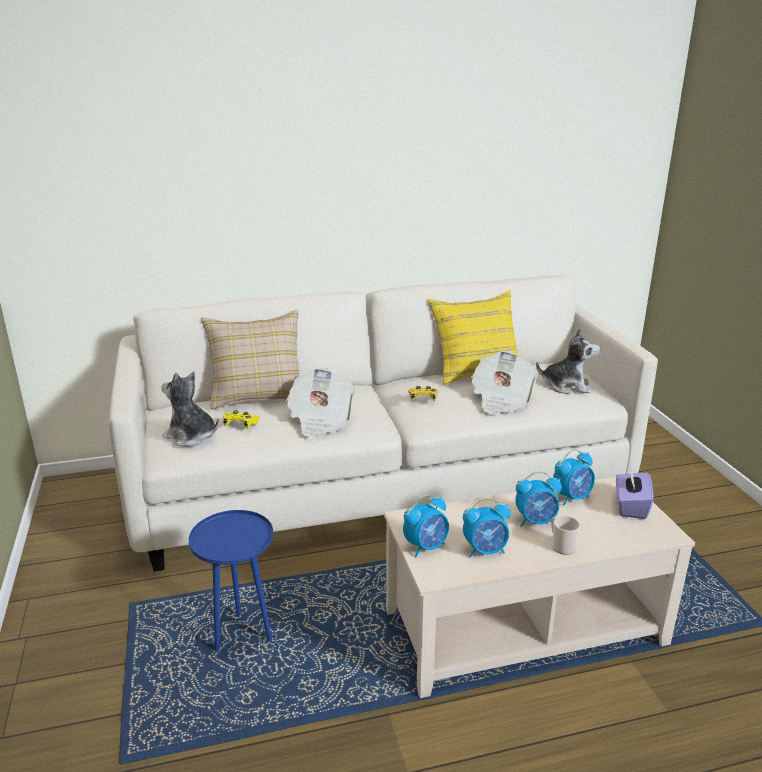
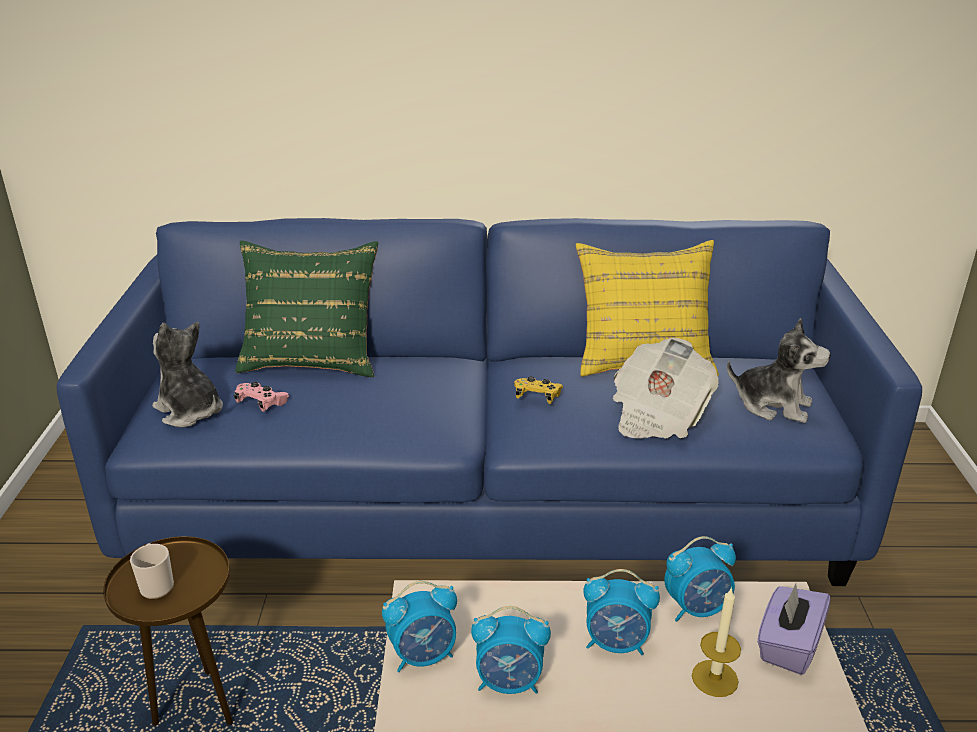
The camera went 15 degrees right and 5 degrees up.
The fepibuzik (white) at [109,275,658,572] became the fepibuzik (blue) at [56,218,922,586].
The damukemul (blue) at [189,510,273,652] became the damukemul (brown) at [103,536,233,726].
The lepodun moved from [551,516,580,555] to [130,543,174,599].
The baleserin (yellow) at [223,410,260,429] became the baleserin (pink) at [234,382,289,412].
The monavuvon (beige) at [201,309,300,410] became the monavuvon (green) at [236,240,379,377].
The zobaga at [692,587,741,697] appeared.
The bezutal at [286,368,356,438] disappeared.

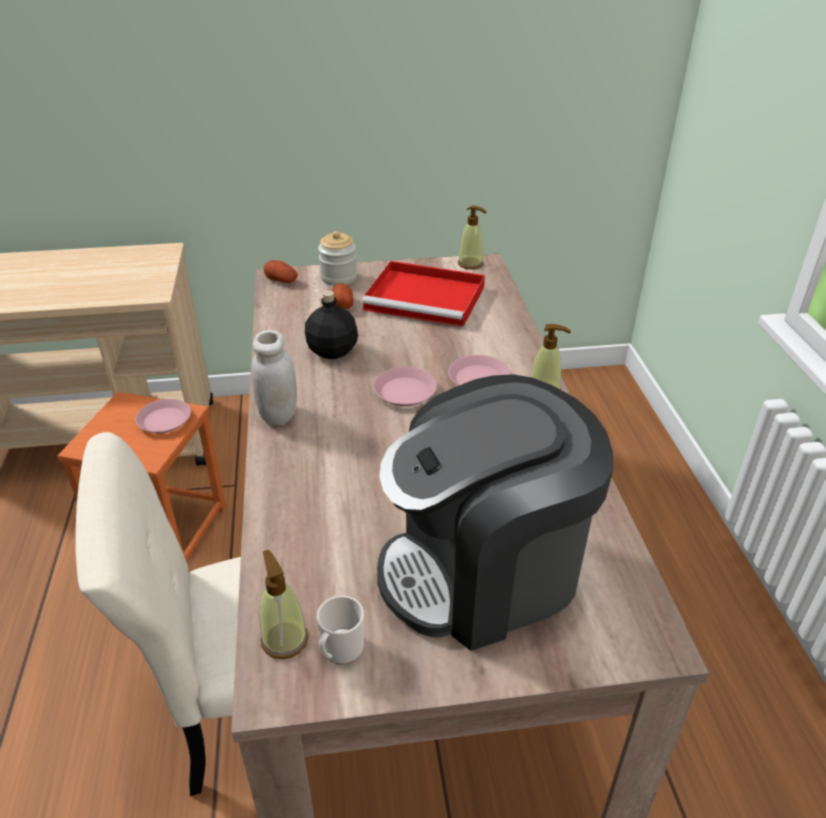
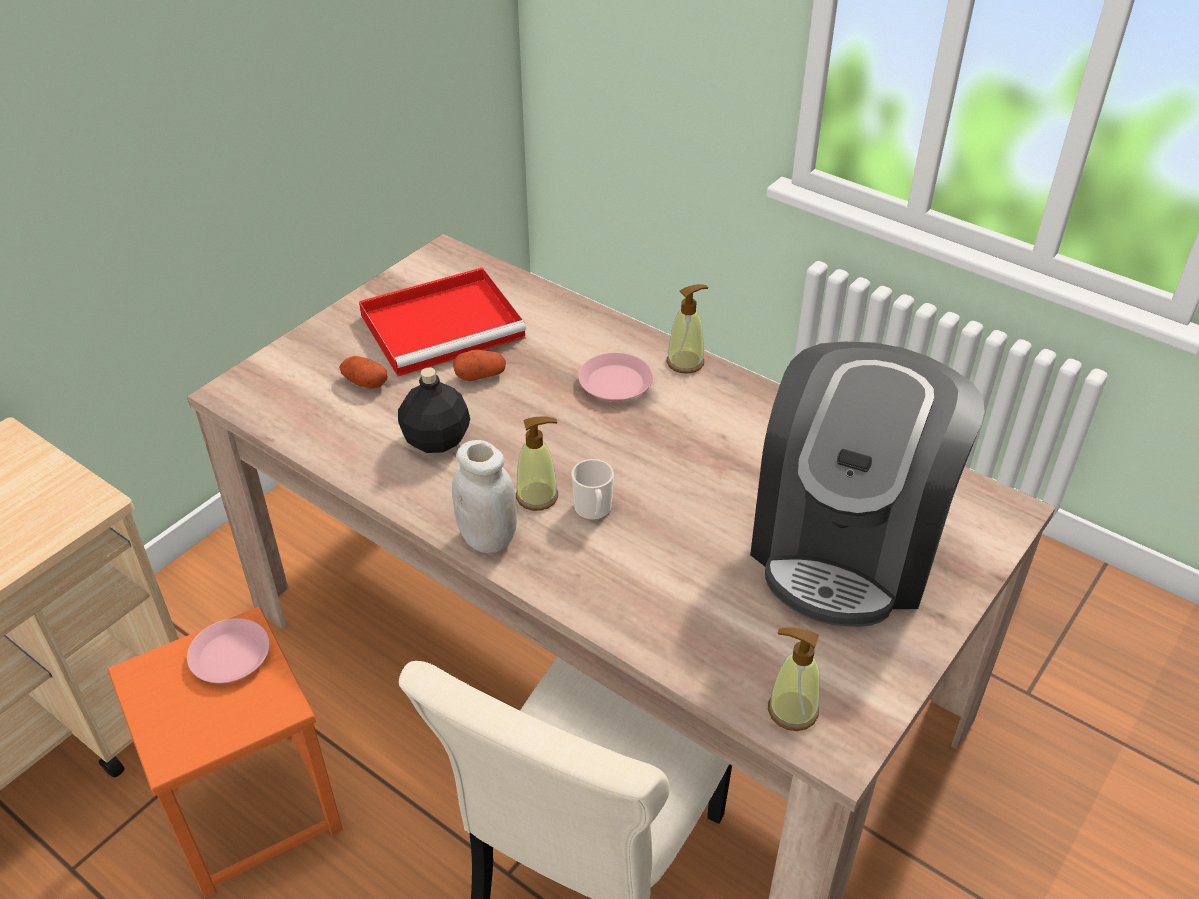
The camera went 45 degrees left and 5 degrees up.
The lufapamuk moved from [264,260,298,283] to [453,349,506,381].
The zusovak moved from [458,206,487,269] to [516,416,558,511].
The lepodun moved from [317,595,364,665] to [572,459,614,521].
The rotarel at [318,231,357,286] disappeared.
The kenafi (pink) at [373,367,437,406] disappeared.

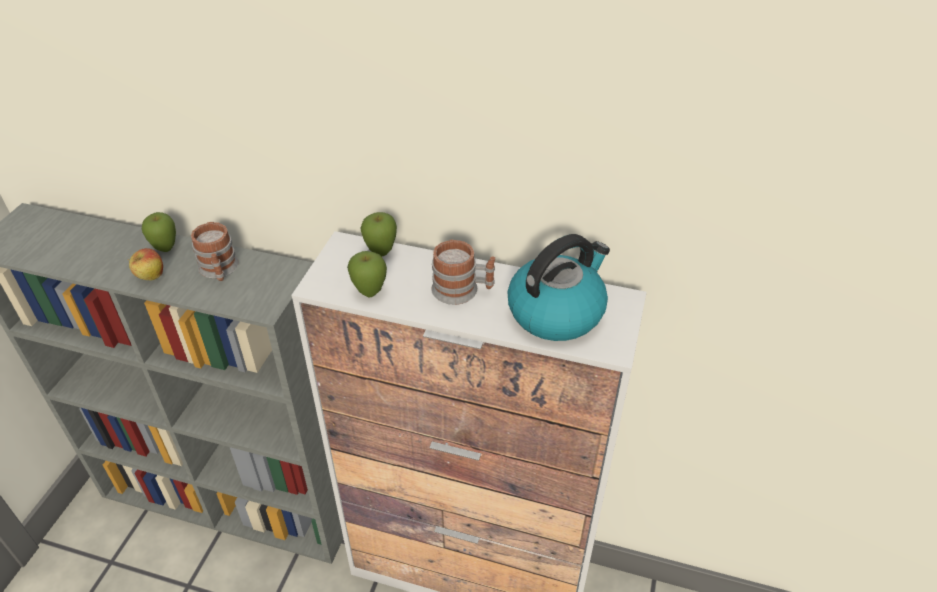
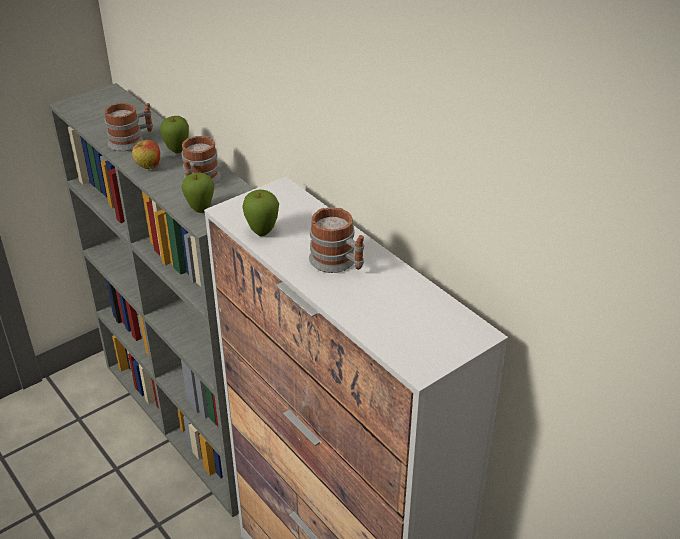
The camera went 35 degrees right and 5 degrees down.
The lepodun at [104,103,153,151] appeared.
The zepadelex moved from [361,212,397,256] to [181,173,214,213].
The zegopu at [507,234,610,341] disappeared.

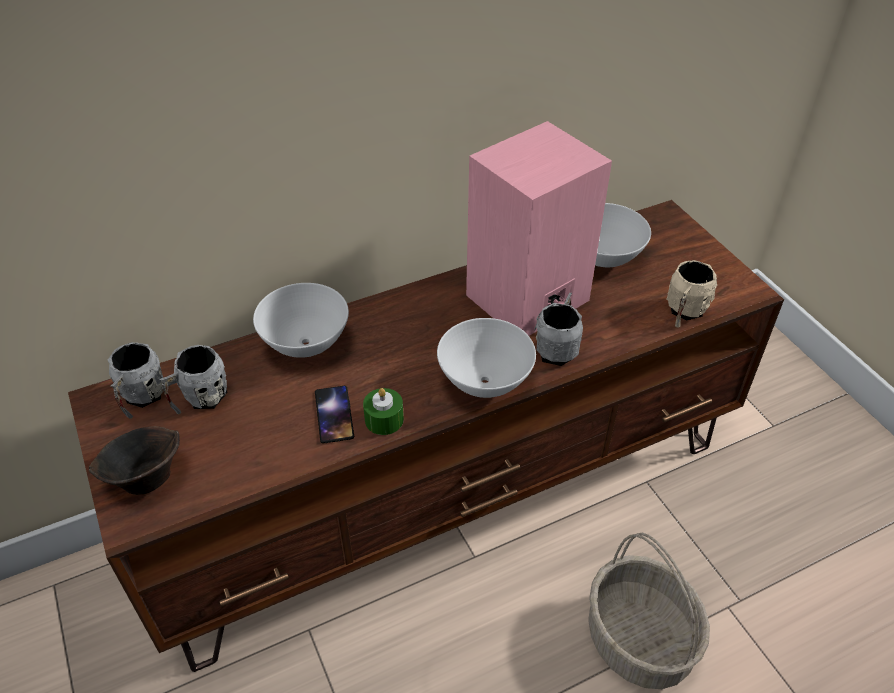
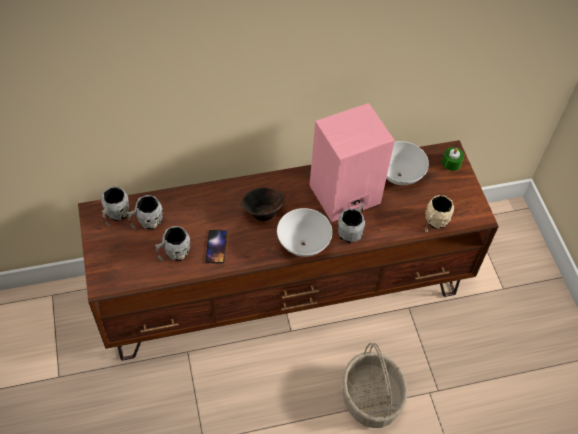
The camera went 10 degrees right and 10 degrees up.
The lepodun (grey) at [155,226,190,261] appeared.
The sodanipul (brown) moved from [89,426,180,495] to [240,188,285,221].
The zobaga (green) moved from [363,388,404,435] to [442,147,464,171].
The sodanipul (white) at [253,283,349,358] disappeared.

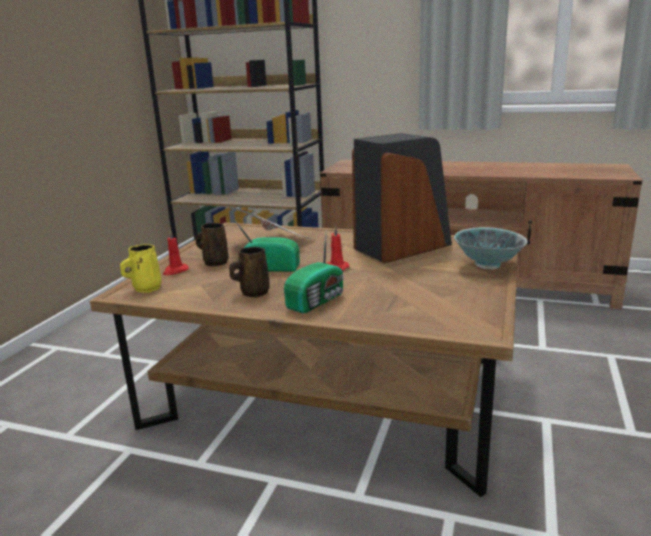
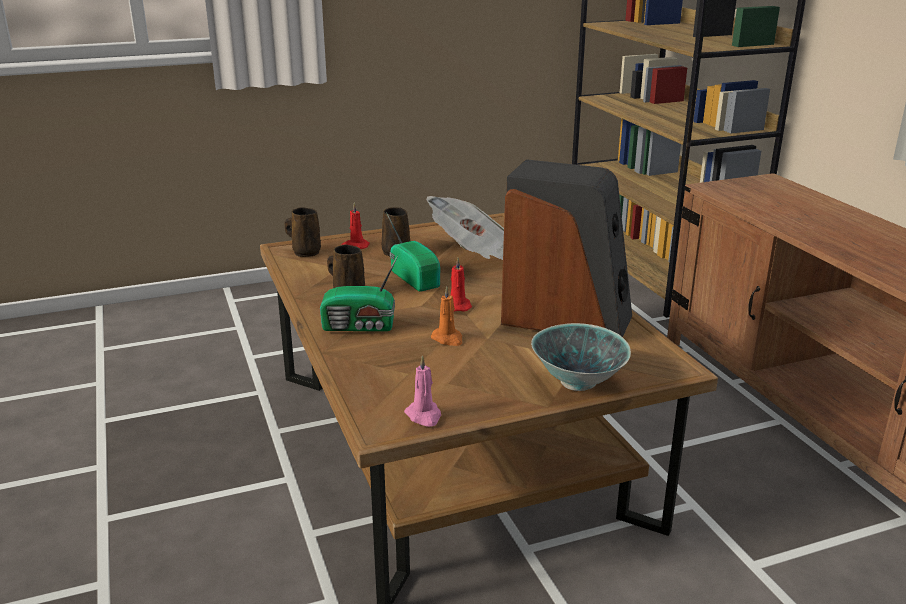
The camera went 50 degrees right and 5 degrees up.
The lepodun (yellow) at [120,244,162,293] became the lepodun (brown) at [284,207,321,257].
The zobaga (pink) at [404,355,441,427] appeared.
The zobaga (orange) at [431,286,462,346] appeared.

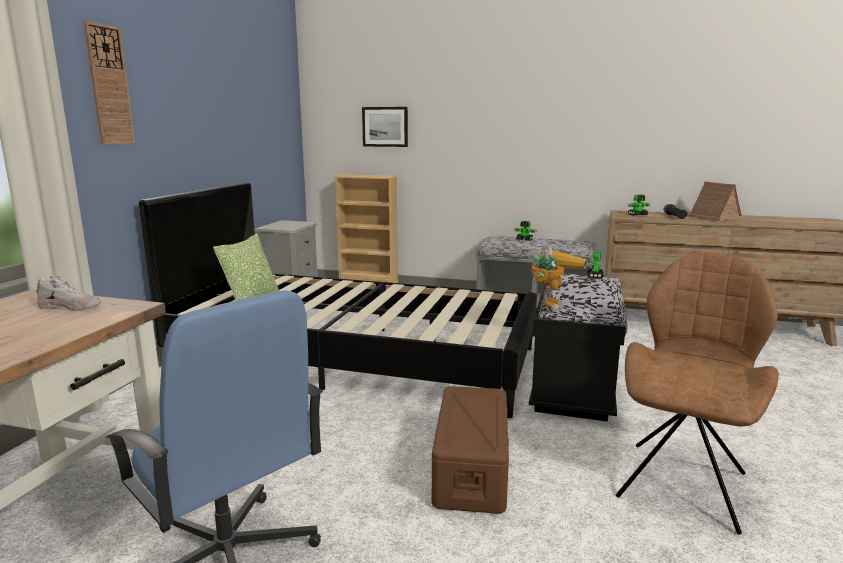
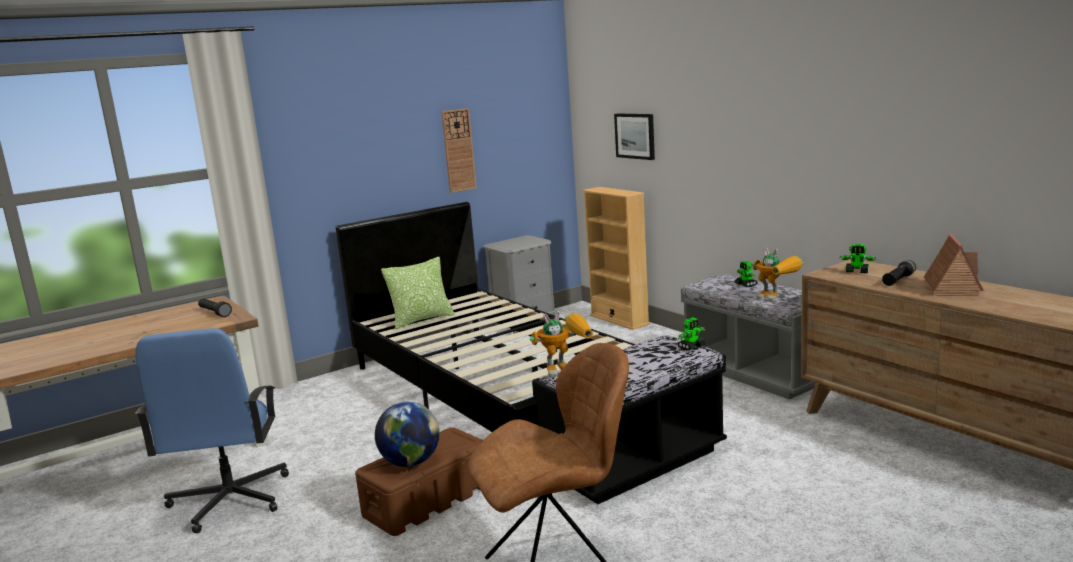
The camera went 40 degrees right and 0 degrees up.
The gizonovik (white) at [36,275,101,311] was replaced by the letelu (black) at [198,298,232,317].
The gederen at [375,402,440,467] appeared.
The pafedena moved from [83,21,135,145] to [441,108,477,193].
The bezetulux at [751,248,804,301] appeared.

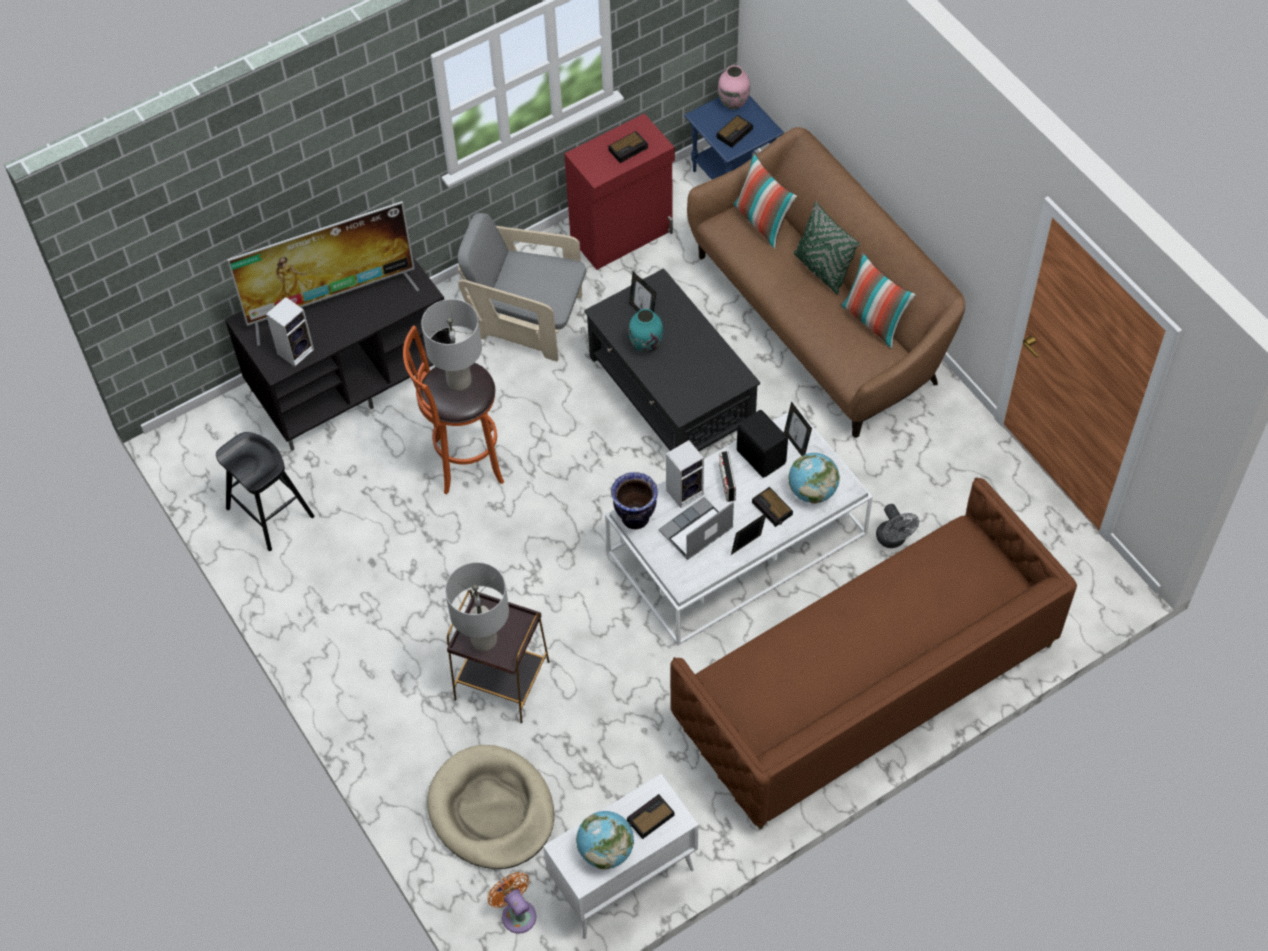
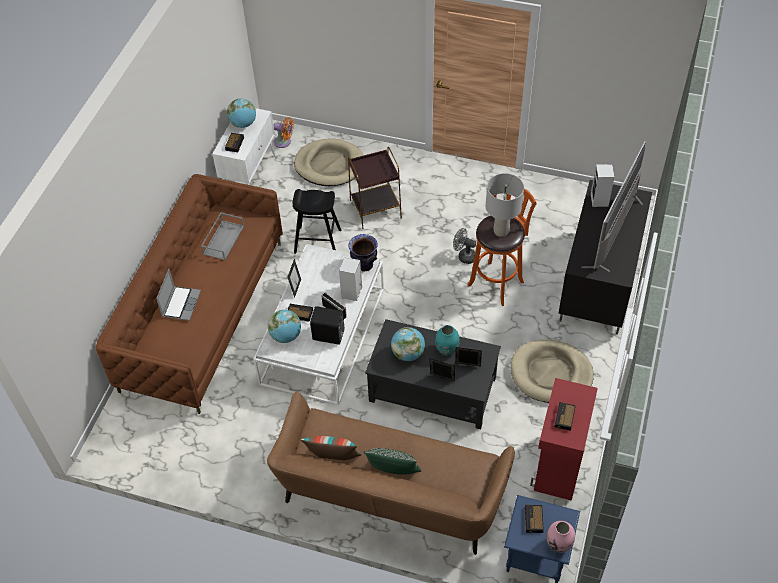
The camera went 140 degrees right and 5 degrees down.
The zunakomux moved from [659,497,734,560] to [156,269,201,321].
The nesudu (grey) at [201,212,244,260] appeared.
The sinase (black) moved from [216,432,314,551] to [292,189,341,254].
The gederen at [391,327,425,361] appeared.
The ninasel moved from [784,401,812,456] to [429,358,455,381].
The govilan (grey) moved from [876,504,919,548] to [453,228,476,264].
The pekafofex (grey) at [458,213,586,361] was replaced by the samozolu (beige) at [511,340,594,403].
The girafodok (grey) at [445,562,509,651] disappeared.
The monavuvon at [733,152,797,249] disappeared.

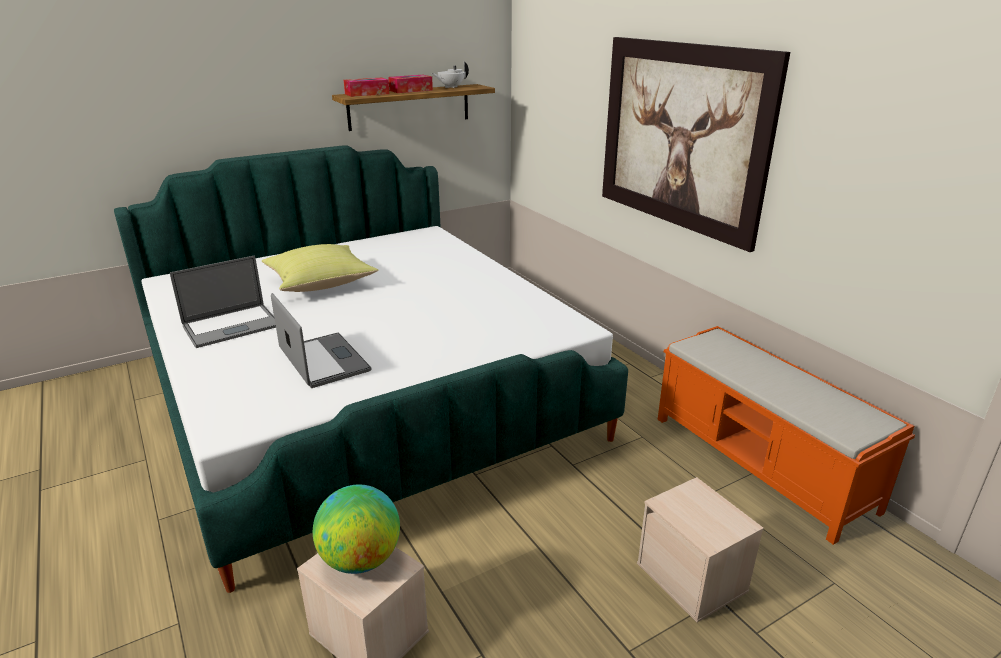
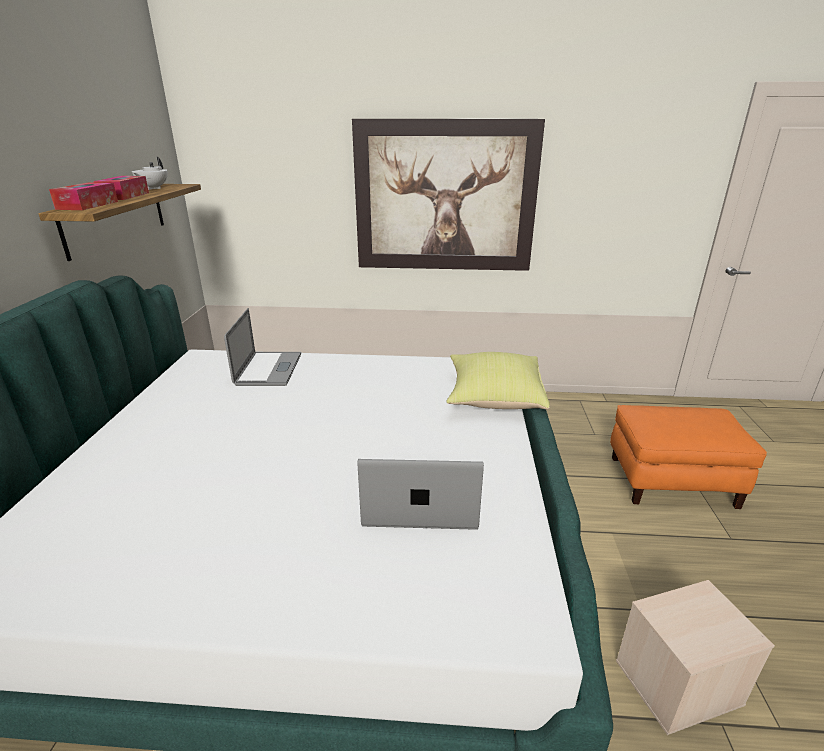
The camera went 55 degrees left and 0 degrees up.
The zunakomux moved from [170,256,276,348] to [224,308,301,386].
The monavuvon (yellow) moved from [261,244,378,292] to [446,352,550,410].
The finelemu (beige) at [637,477,764,622] was replaced by the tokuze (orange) at [610,405,767,509].
The gederen at [313,484,400,574] disappeared.
The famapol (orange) at [658,326,915,545] disappeared.

